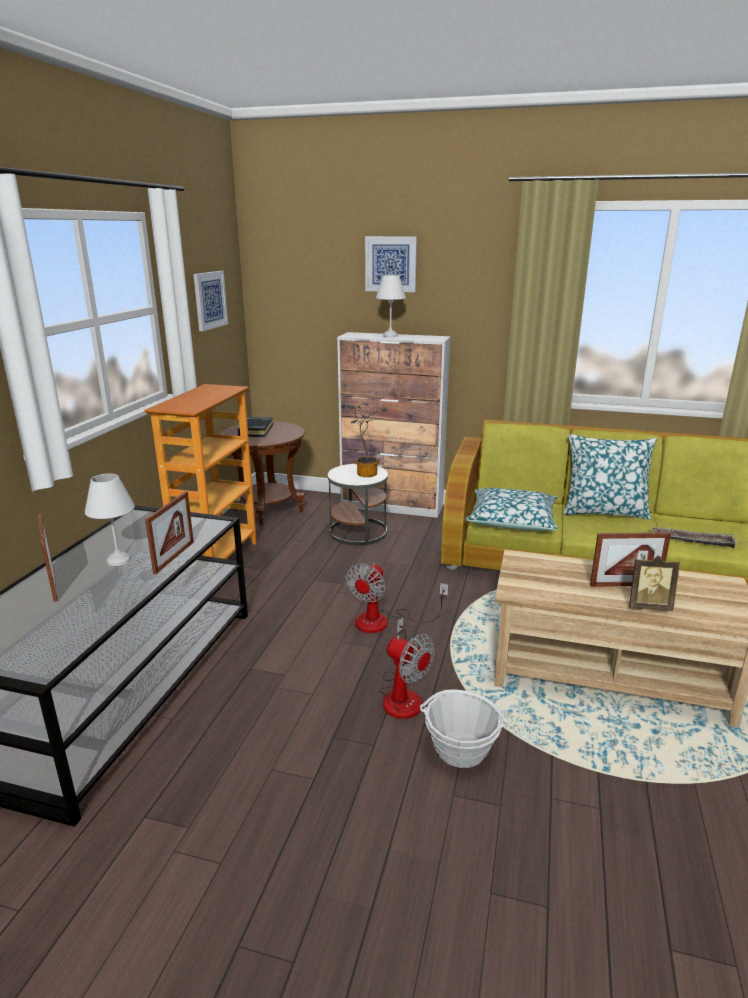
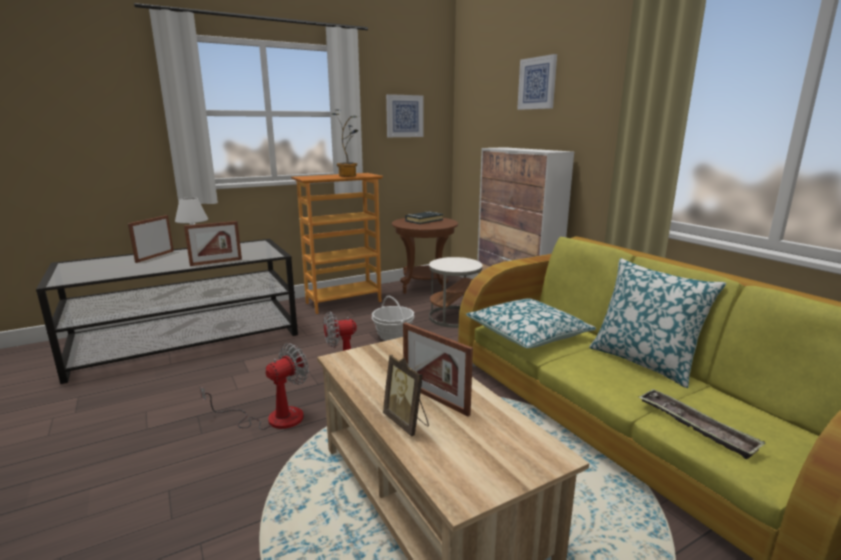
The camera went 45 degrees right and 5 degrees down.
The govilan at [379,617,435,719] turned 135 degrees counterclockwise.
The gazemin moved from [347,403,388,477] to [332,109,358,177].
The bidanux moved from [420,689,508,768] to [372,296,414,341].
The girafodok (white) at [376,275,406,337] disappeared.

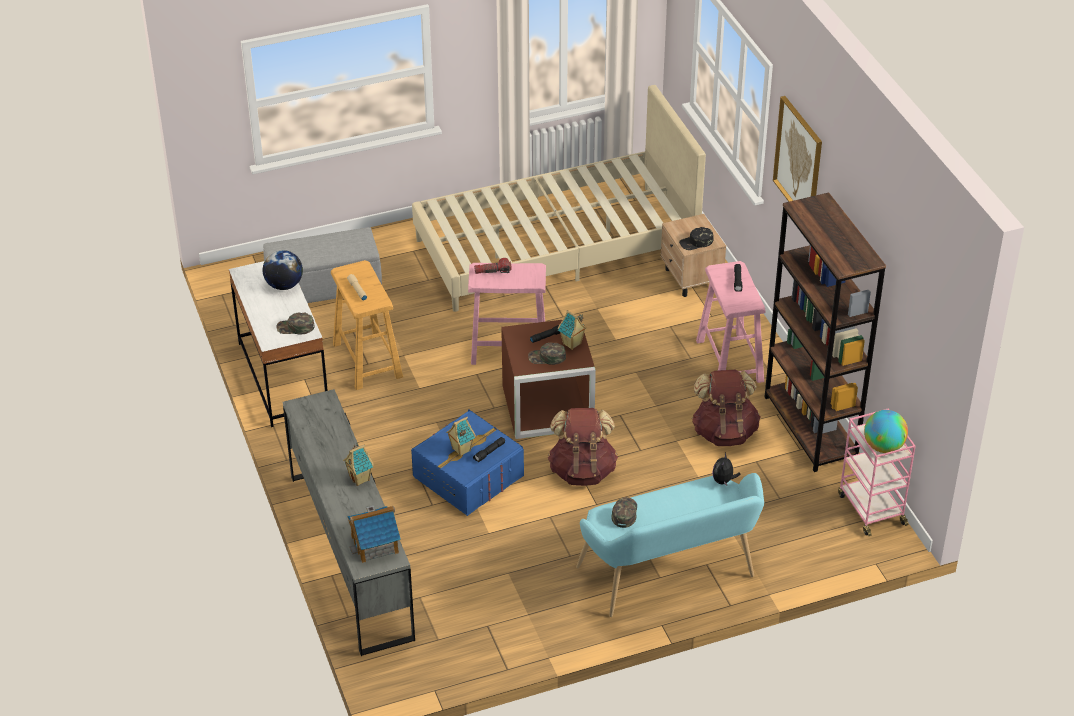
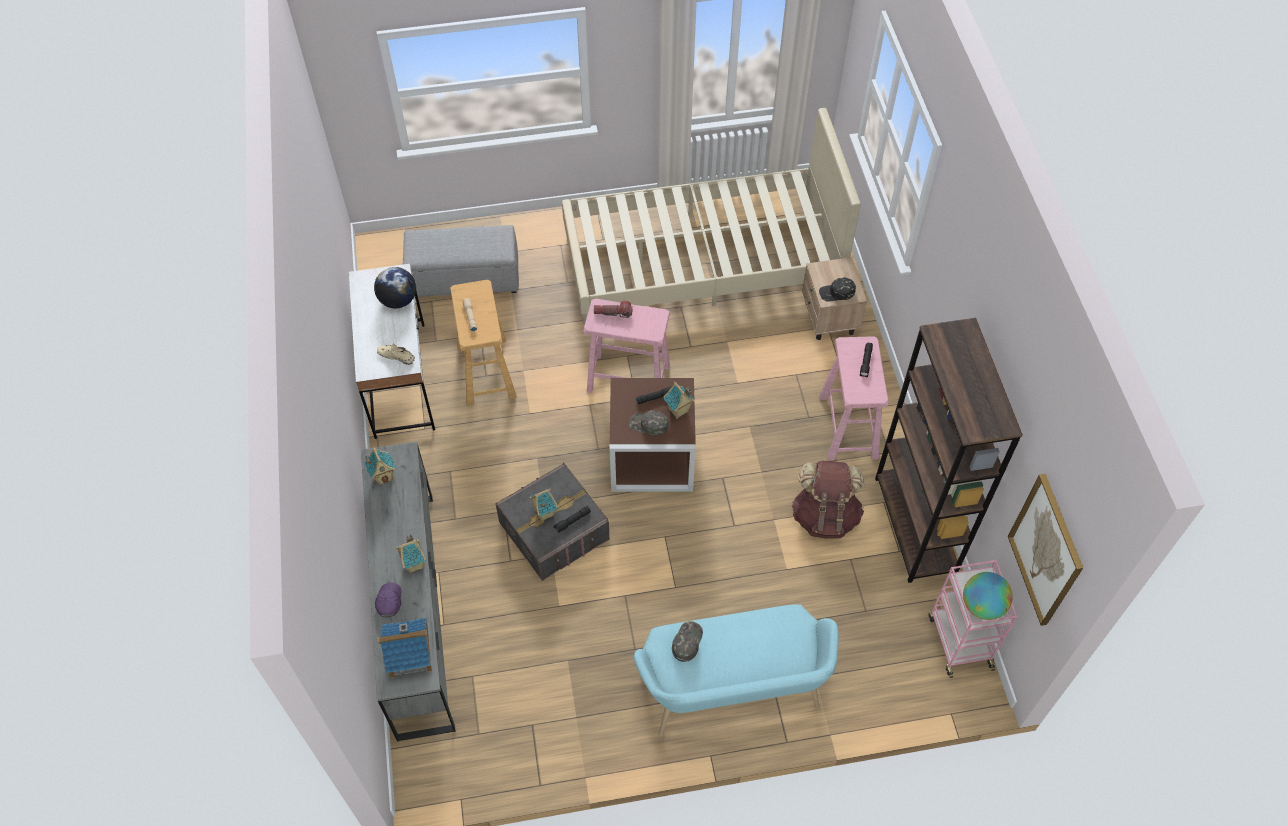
The camera went 10 degrees right and 15 degrees up.
The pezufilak at [365,447,396,485] appeared.
The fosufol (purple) at [375,582,401,617] appeared.
The fosufol (green) at [276,312,314,334] was replaced by the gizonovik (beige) at [377,344,415,365].
The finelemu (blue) at [411,409,524,516] became the finelemu (grey) at [495,463,610,581].
The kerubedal moved from [773,96,822,202] to [1008,474,1083,626].
The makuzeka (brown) at [548,408,618,486] disappeared.
The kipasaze at [712,453,740,486] disappeared.

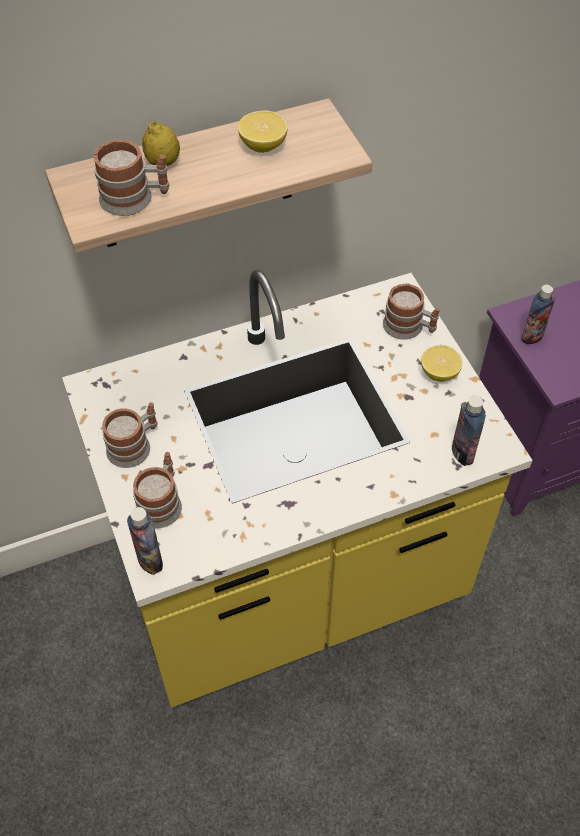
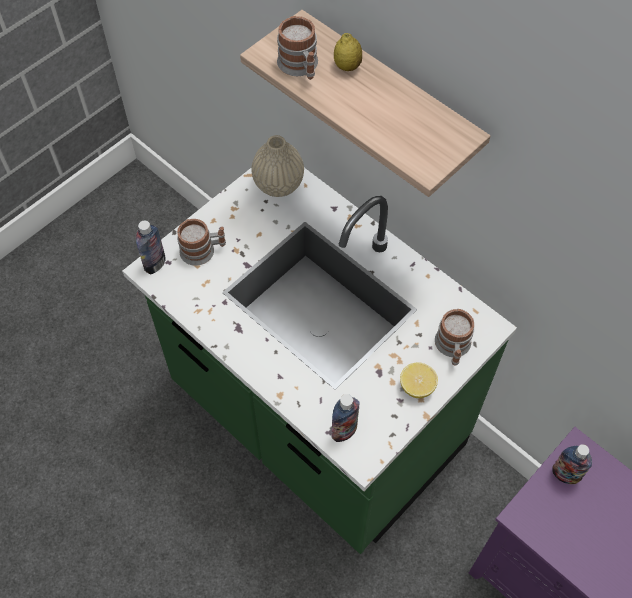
The camera went 65 degrees right and 5 degrees up.
The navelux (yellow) at [62,270,533,707] became the navelux (green) at [122,168,517,554].
The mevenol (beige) at [251,135,304,197] appeared.
The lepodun at [102,402,158,468] disappeared.
The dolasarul at [238,110,288,153] disappeared.

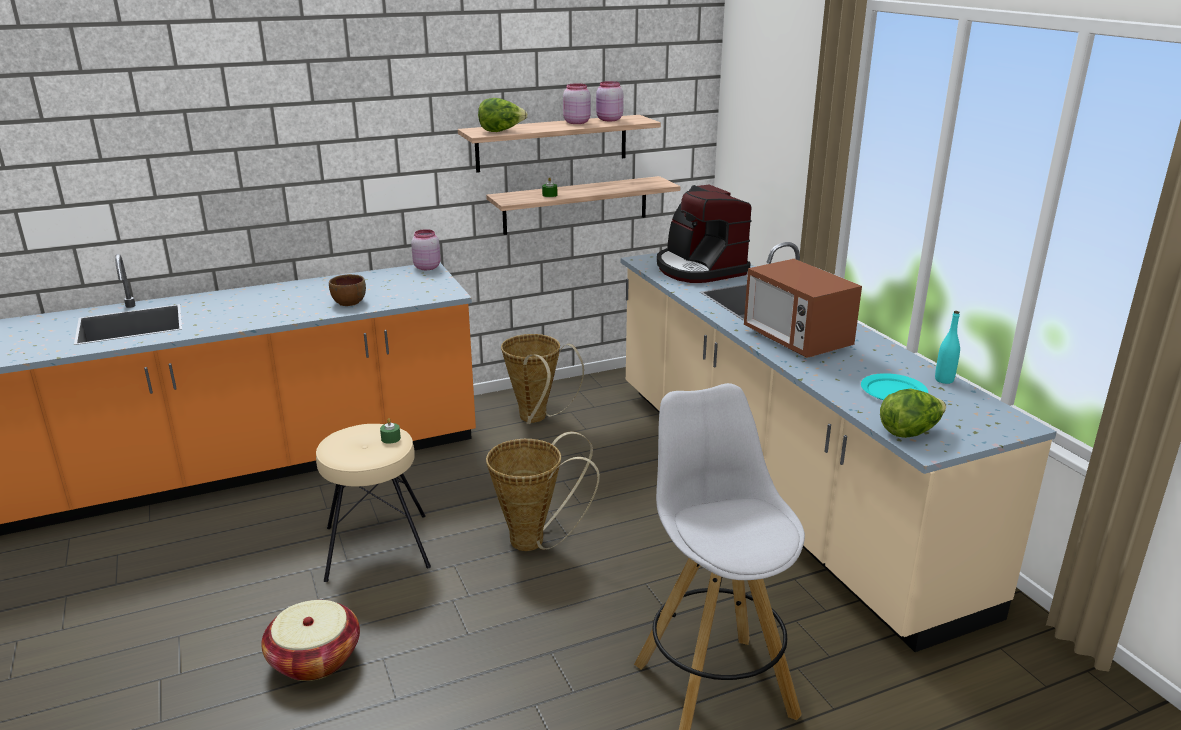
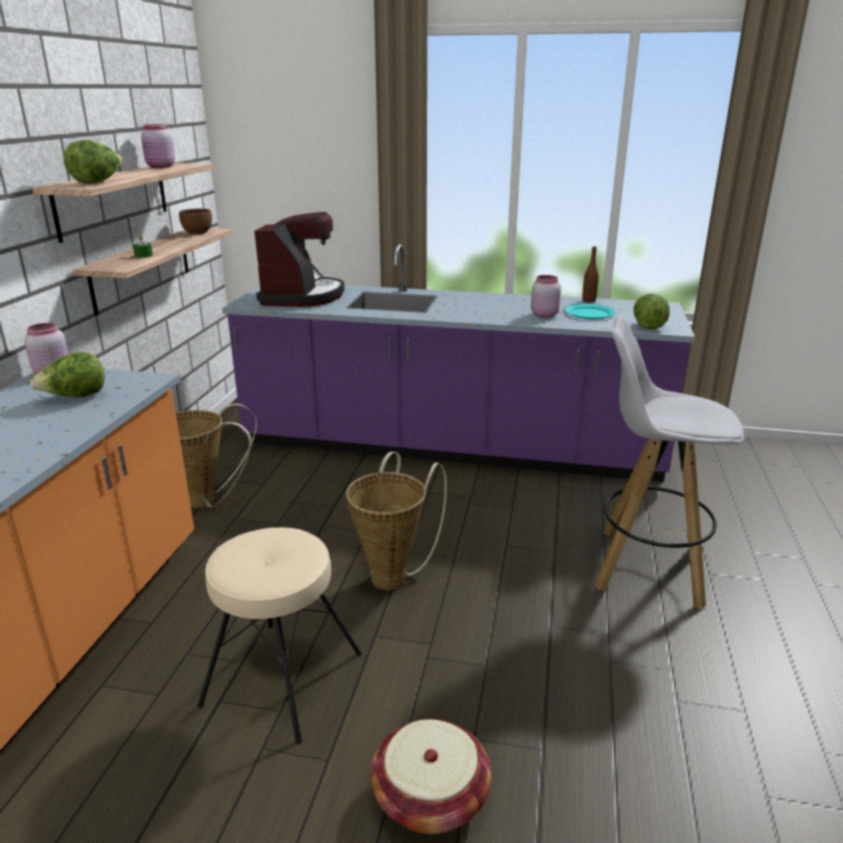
The camera went 55 degrees left and 0 degrees up.
The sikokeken at [30,352,105,397] appeared.
The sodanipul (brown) moved from [329,274,366,306] to [179,209,212,234].
The navelux (beige) at [621,242,1057,652] became the navelux (purple) at [222,244,695,482].
The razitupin at [657,185,752,283] turned 90 degrees counterclockwise.
The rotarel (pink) moved from [563,83,591,124] to [531,275,561,318].
The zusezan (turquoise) at [935,311,960,384] became the zusezan (brown) at [582,246,599,303].
The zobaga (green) at [380,418,401,444] disappeared.
The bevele at [744,259,862,358] disappeared.

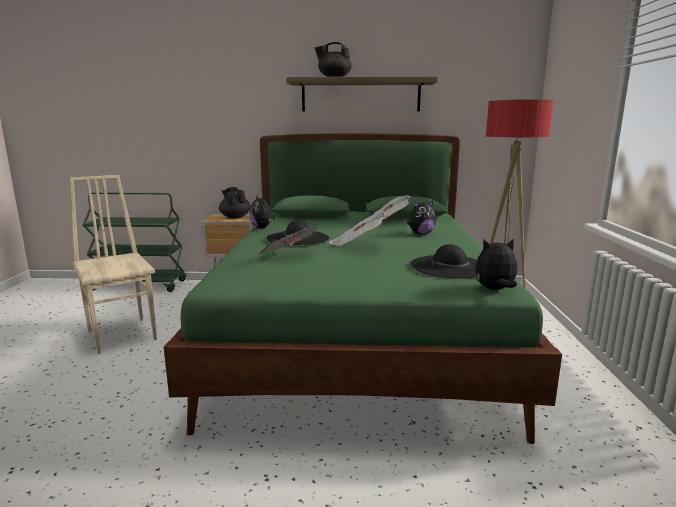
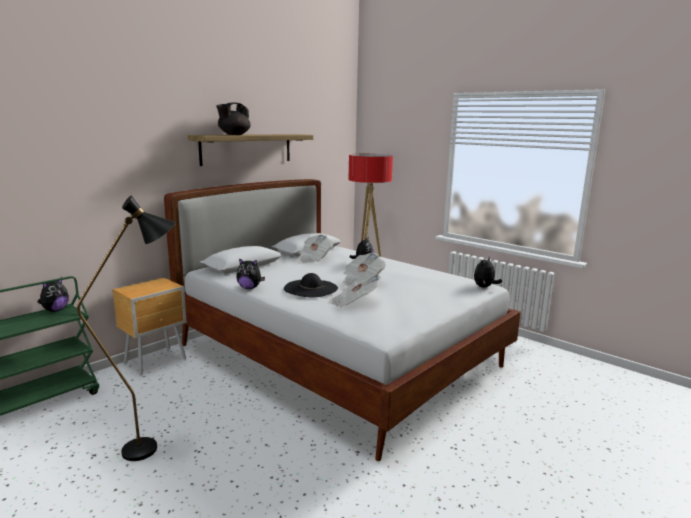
The camera went 50 degrees left and 0 degrees up.
The kipasaze at [38,277,69,312] appeared.
The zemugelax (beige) at [69,175,157,354] was replaced by the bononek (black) at [77,196,176,461].
The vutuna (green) at [164,133,562,444] became the vutuna (white) at [164,179,521,461].
The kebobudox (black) at [219,187,251,219] disappeared.
The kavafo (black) at [411,244,477,279] disappeared.

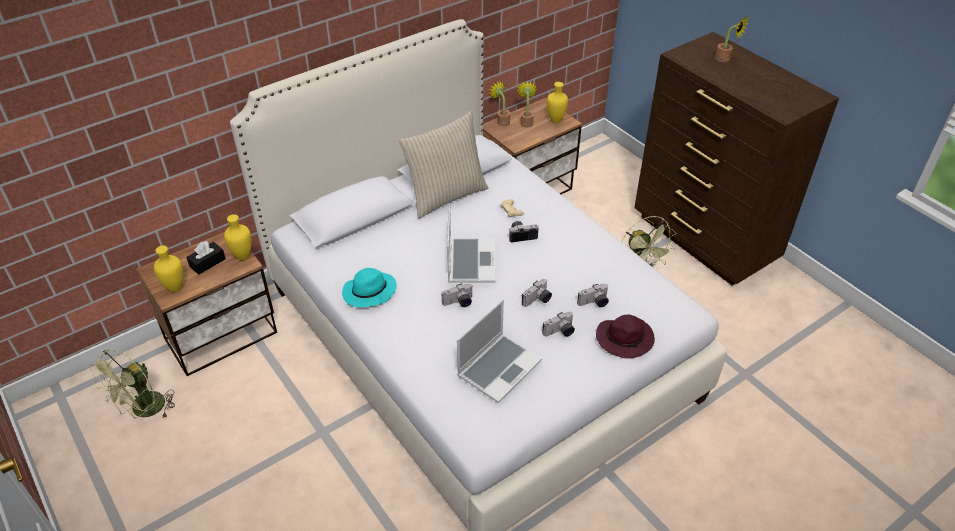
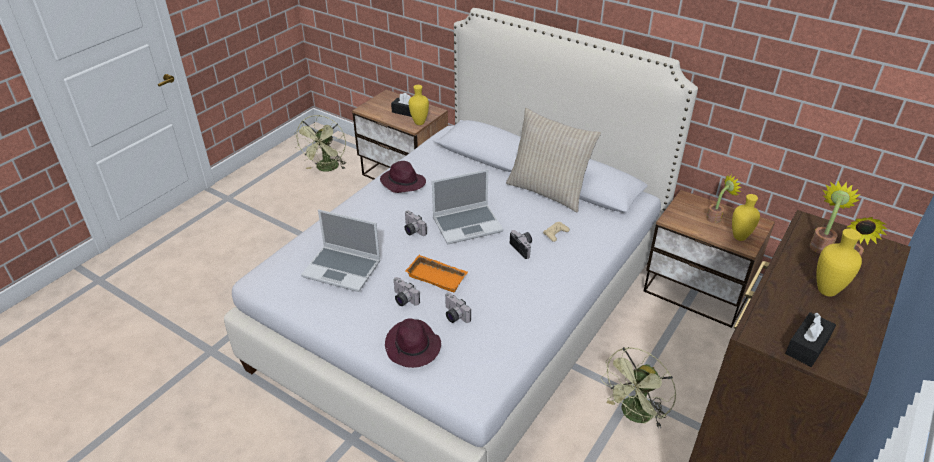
The camera went 70 degrees right and 5 degrees down.
The govilan (green) at [90,349,175,419] turned 90 degrees counterclockwise.
The kavafo (turquoise) at [342,268,397,307] became the kavafo (purple) at [380,161,426,193].
The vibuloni at [522,279,552,307] was replaced by the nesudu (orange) at [405,255,468,293].
The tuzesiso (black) at [785,312,836,367] appeared.
The gazemin moved from [489,81,510,126] to [810,181,860,254].
The mevenol (yellow) moved from [154,245,184,292] to [816,228,862,296].

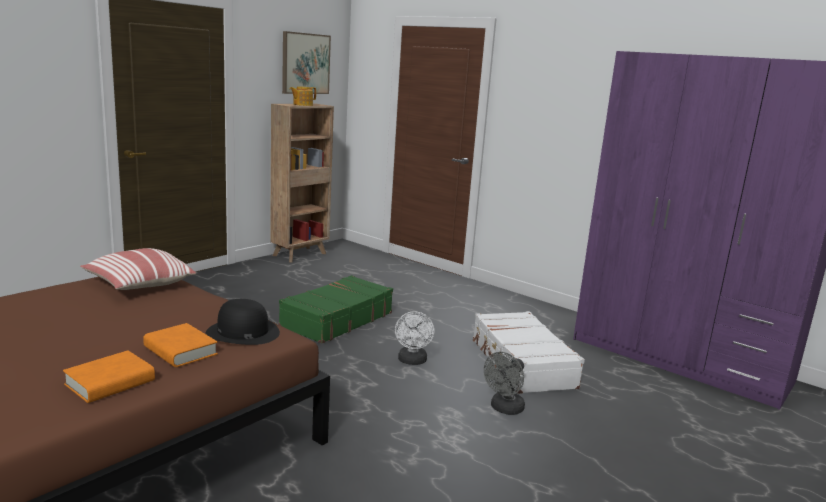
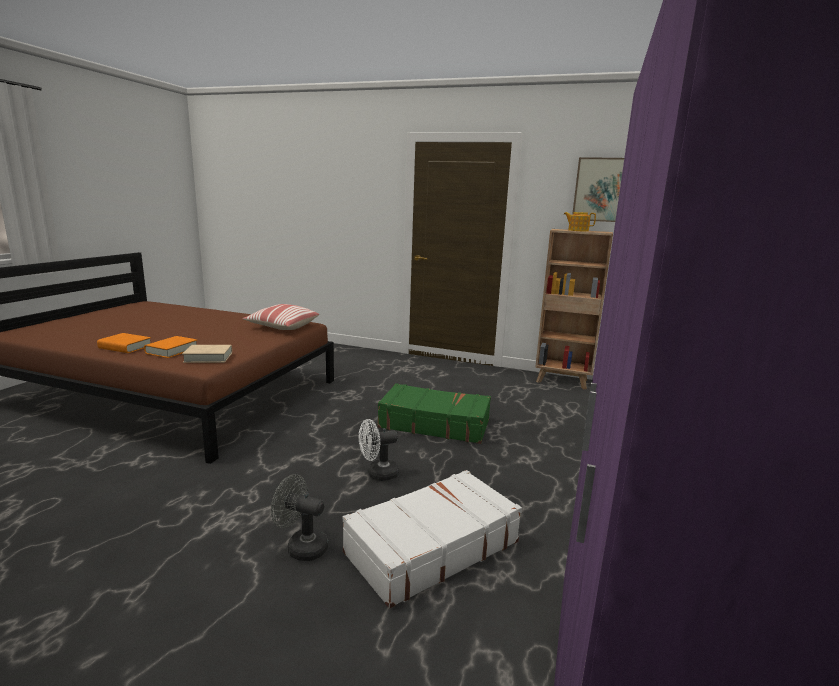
The camera went 70 degrees right and 0 degrees up.
The kavafo (black) at [206,299,280,345] was replaced by the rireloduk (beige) at [182,345,232,363].

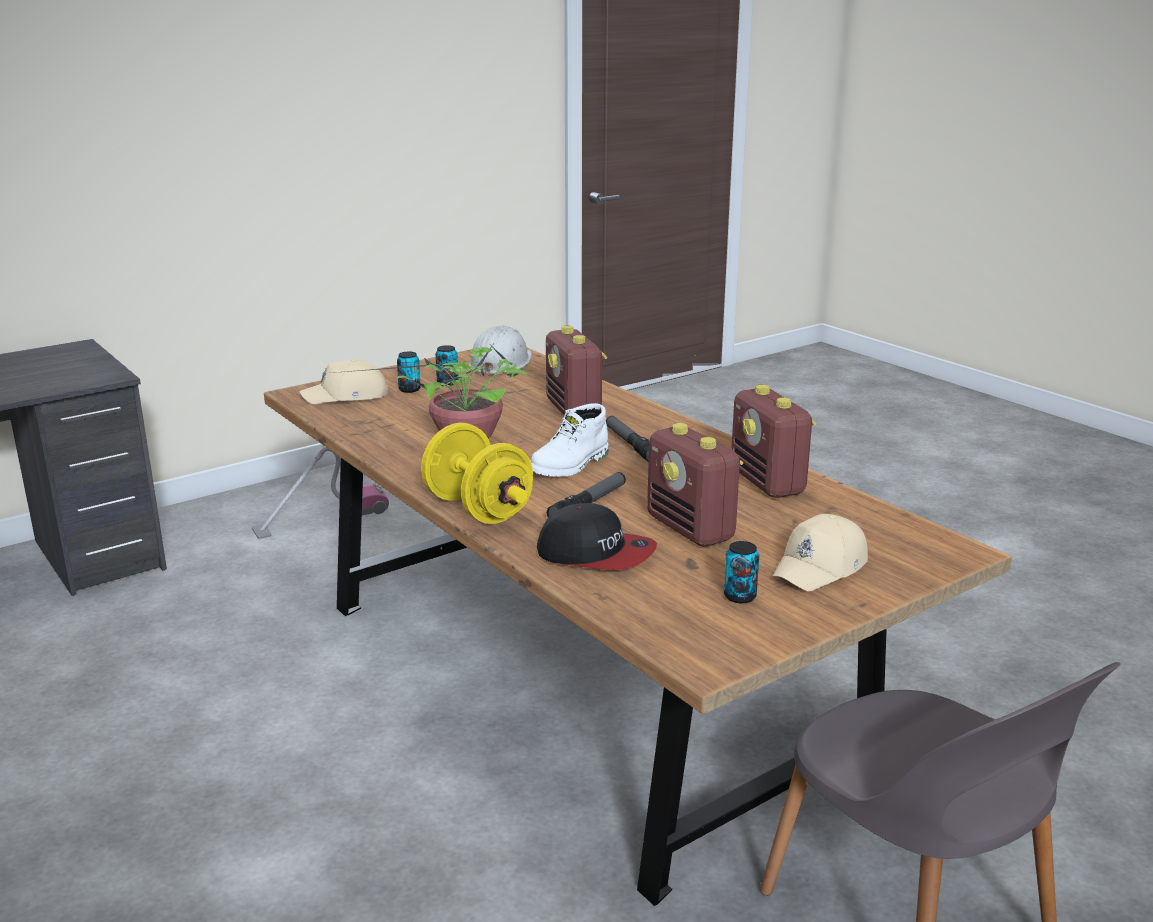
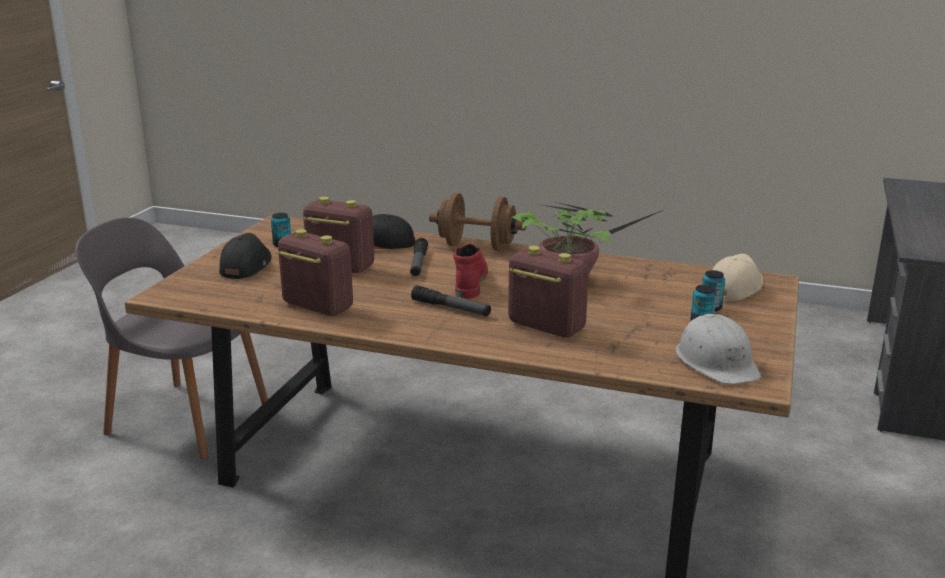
The camera went 145 degrees right and 0 degrees up.
The fosufol (beige) at [772,514,868,591] became the fosufol (black) at [219,233,272,279].
The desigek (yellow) at [421,423,533,524] became the desigek (brown) at [429,193,526,251].
The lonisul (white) at [531,403,609,477] became the lonisul (red) at [453,244,488,299].
The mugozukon at [252,447,389,540] disappeared.

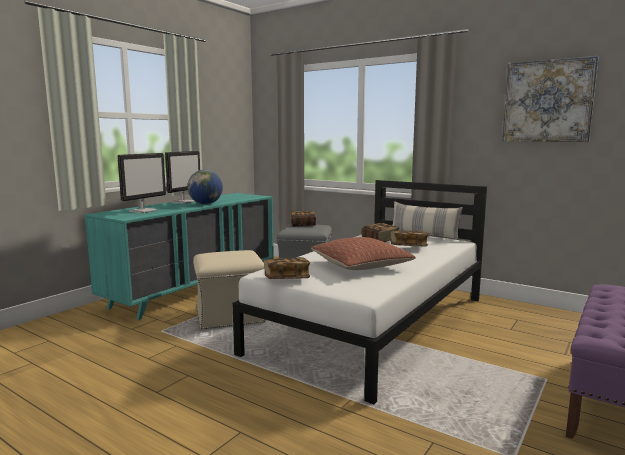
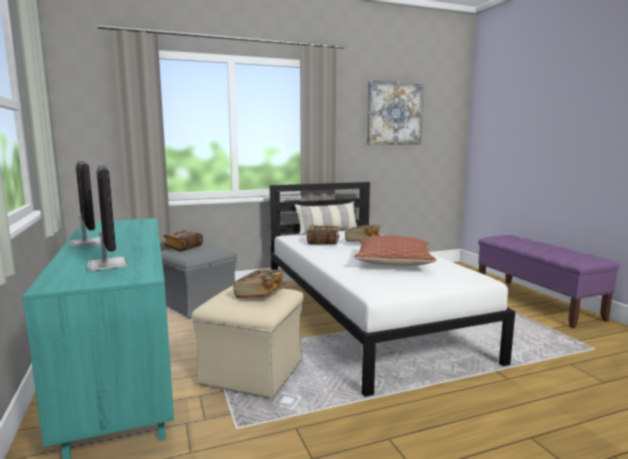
The camera went 55 degrees left and 0 degrees up.
The rireloduk moved from [264,257,310,279] to [233,270,286,298].
The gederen at [187,170,223,205] disappeared.

